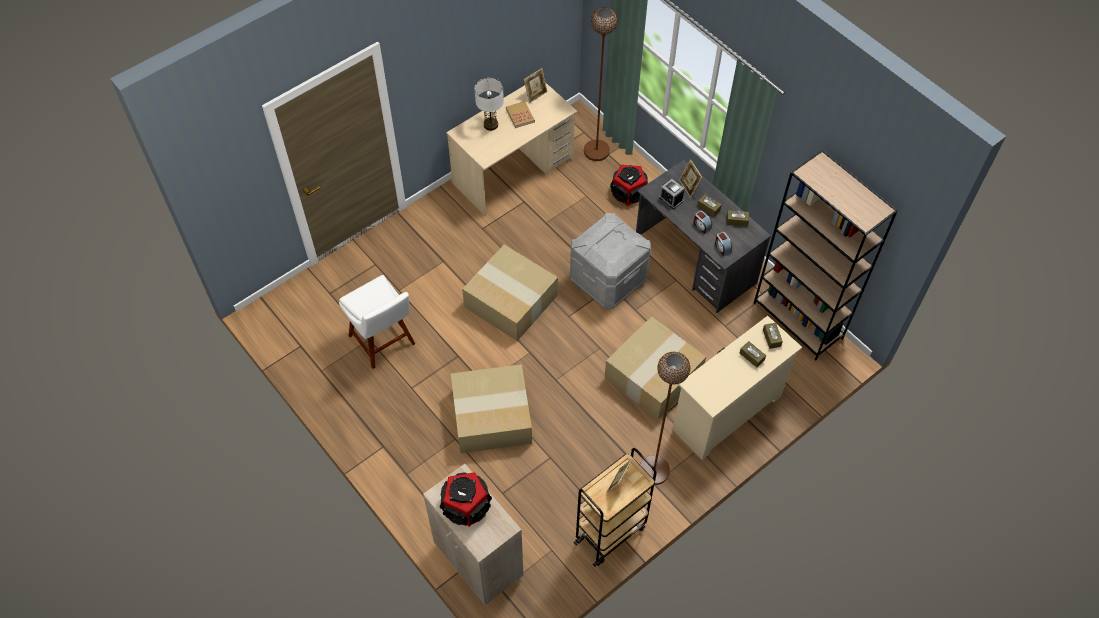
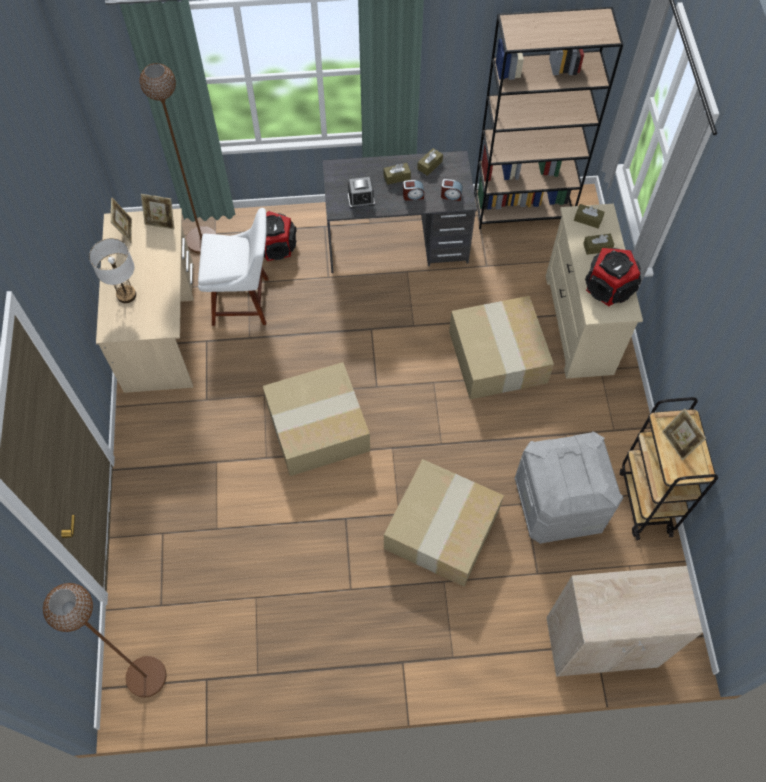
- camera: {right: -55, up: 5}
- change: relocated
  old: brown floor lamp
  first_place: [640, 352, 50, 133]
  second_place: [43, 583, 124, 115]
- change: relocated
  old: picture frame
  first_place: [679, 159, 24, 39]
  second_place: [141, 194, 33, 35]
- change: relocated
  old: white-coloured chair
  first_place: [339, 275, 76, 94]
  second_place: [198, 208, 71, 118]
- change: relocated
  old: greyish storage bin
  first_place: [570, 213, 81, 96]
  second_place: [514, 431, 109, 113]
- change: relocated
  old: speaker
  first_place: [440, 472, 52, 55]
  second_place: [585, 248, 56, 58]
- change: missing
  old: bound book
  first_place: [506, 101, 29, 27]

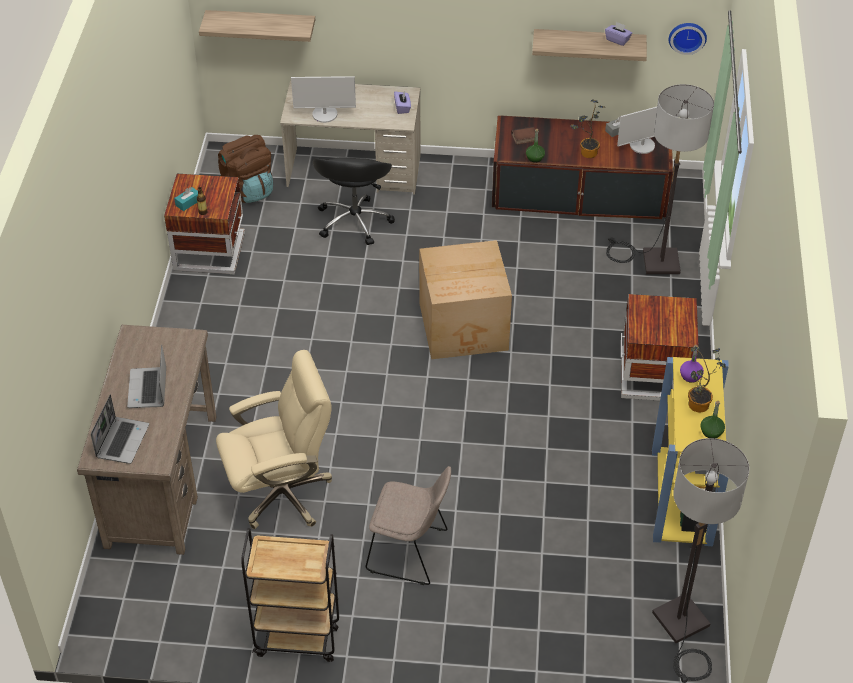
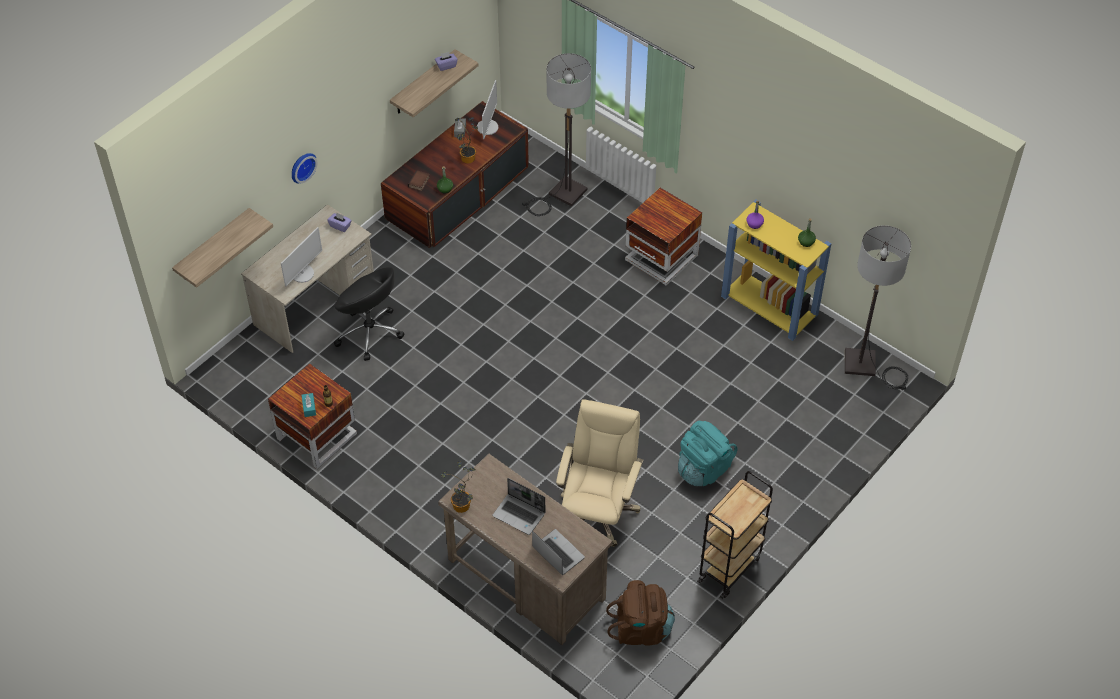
- camera: {right: -55, up: 5}
- change: relocated
  old: hanging clock
  first_place: [669, 23, 38, 32]
  second_place: [292, 153, 26, 30]
- change: relocated
  old: houseplant
  first_place: [688, 346, 38, 67]
  second_place: [441, 461, 35, 52]
- change: relocated
  old: brown backpack
  first_place: [218, 135, 55, 68]
  second_place: [606, 580, 69, 66]
- change: exchanged
  old: beige-coloured chair
  new: turquoise-coloured backpack
  first_place: [365, 466, 86, 119]
  second_place: [678, 421, 59, 65]
- change: missing
  old: carton
  first_place: [419, 240, 93, 119]

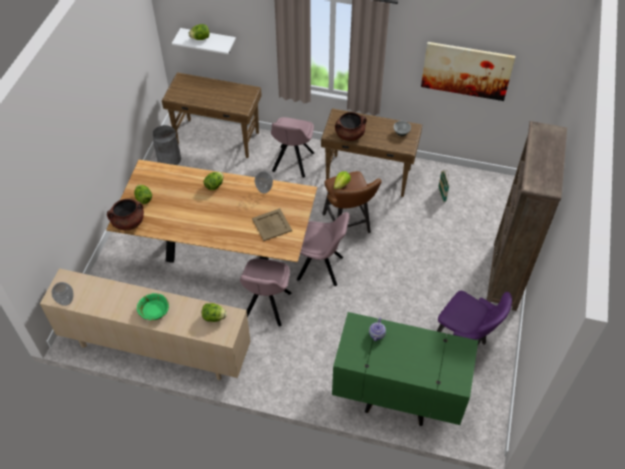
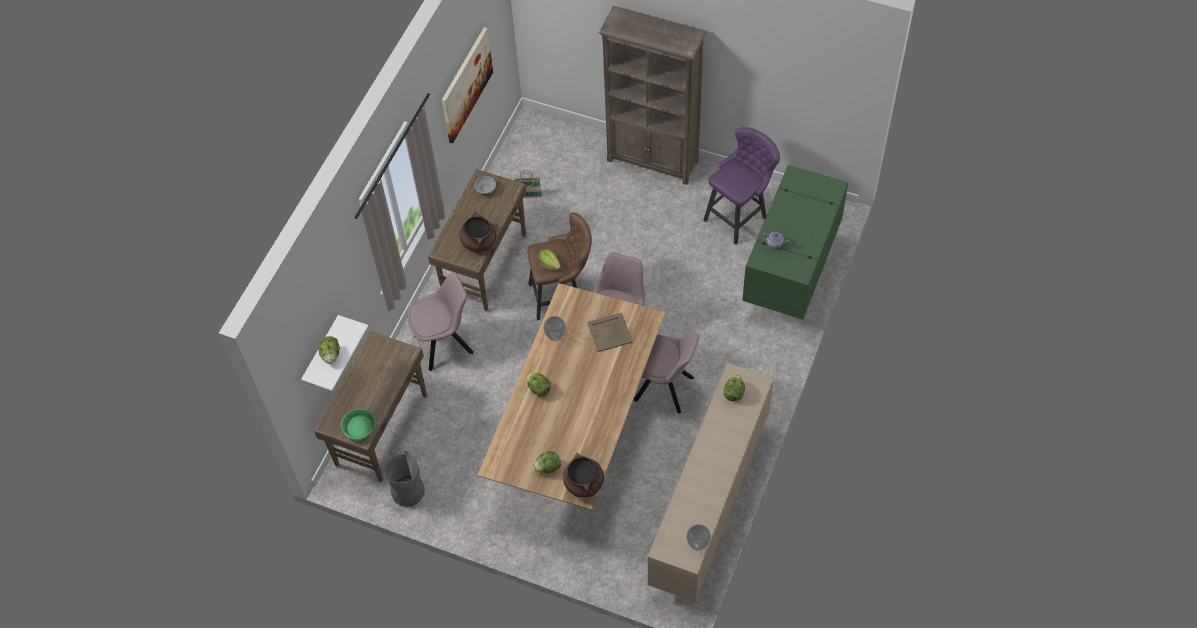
- camera: {right: -80, up: 5}
- change: relocated
  old: green deep dish
  first_place: [137, 293, 32, 27]
  second_place: [341, 408, 35, 32]
- change: spun
  old: pinkish chair
  first_place: [271, 117, 43, 61]
  second_place: [407, 272, 67, 99]
  degrees: -45

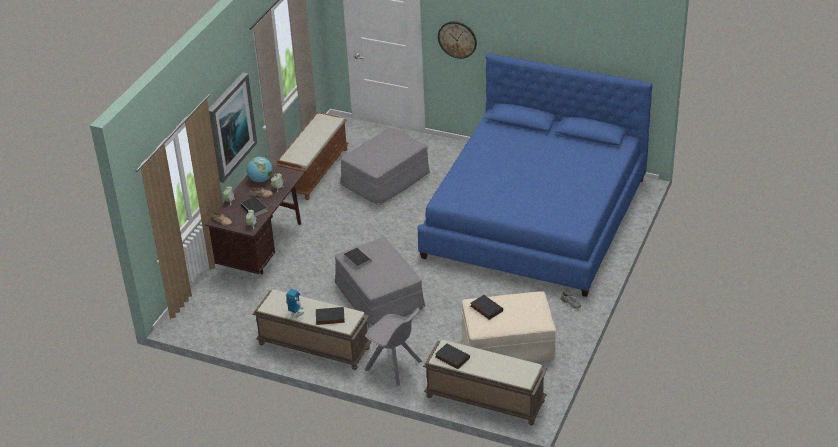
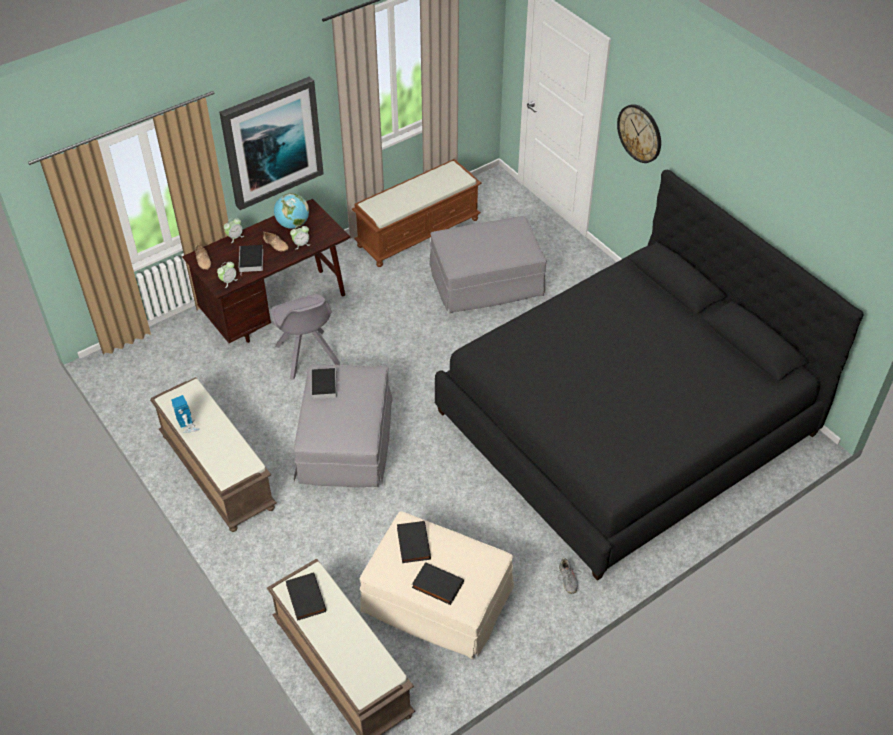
- camera: {right: 30, up: 10}
- change: relocated
  old: greyish chair
  first_place: [365, 308, 57, 78]
  second_place: [271, 294, 69, 86]
- change: relocated
  old: blackish bound book
  first_place: [316, 307, 29, 18]
  second_place: [412, 562, 52, 43]
- change: colour
  old: blue bedroom bed
  new: blackish bedroom bed
  first_place: [417, 53, 235, 244]
  second_place: [435, 170, 429, 411]

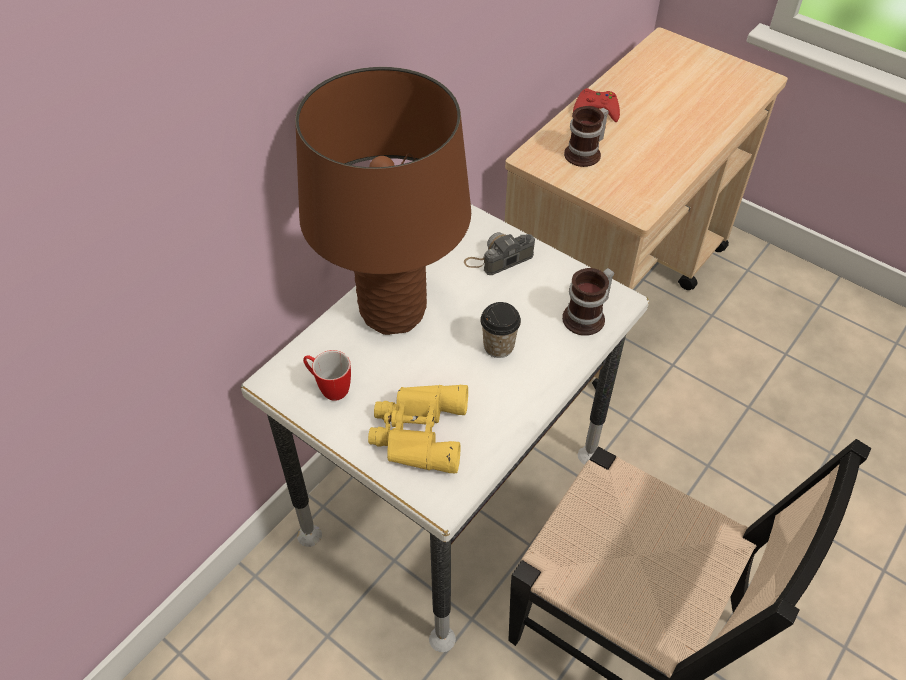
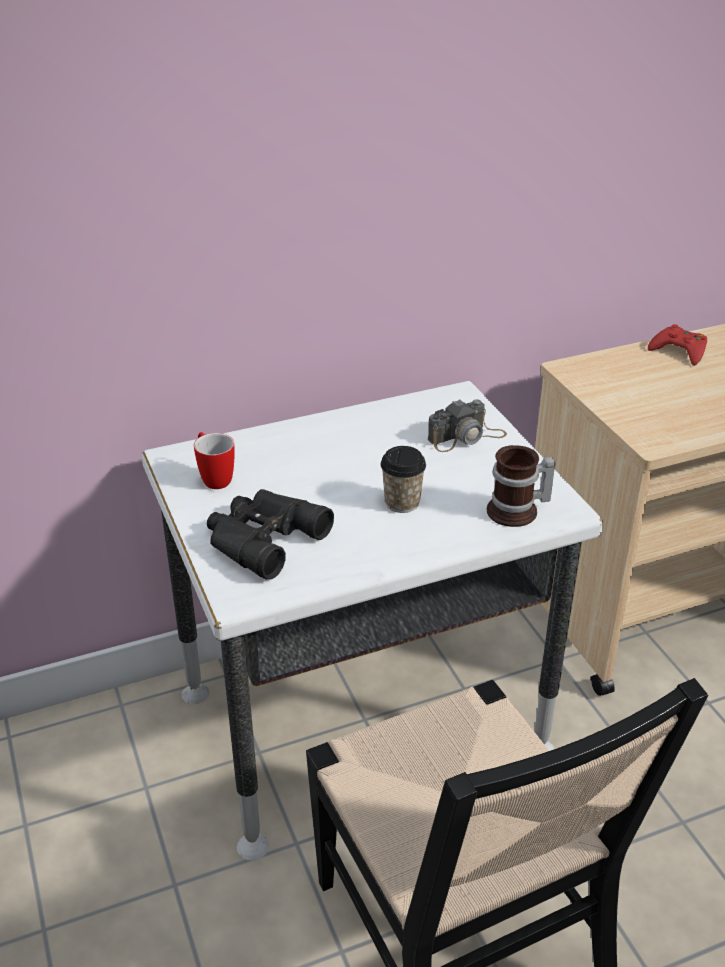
- camera: {right: 30, up: -15}
- change: colour
  old: yellowish field glasses
  new: blackish field glasses
  first_place: [368, 385, 100, 88]
  second_place: [207, 489, 127, 91]
- change: spun
  old: photo camera
  first_place: [464, 232, 71, 43]
  second_place: [428, 399, 79, 53]
  degrees: 150
- change: missing
  old: brown table lamp
  first_place: [295, 67, 176, 268]
- change: missing
  old: tea mug
  first_place: [564, 106, 45, 61]

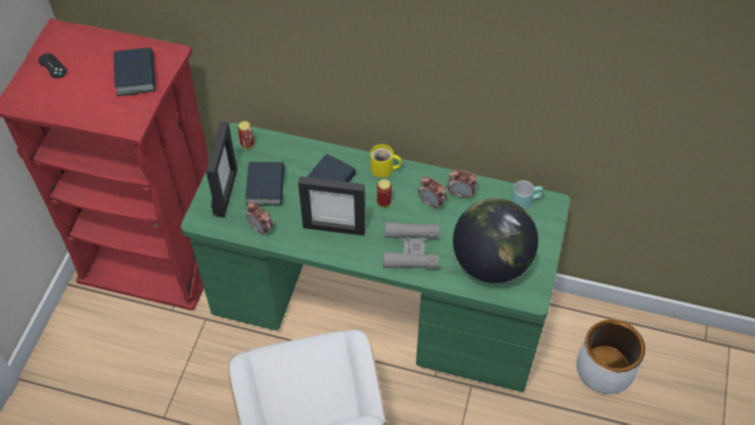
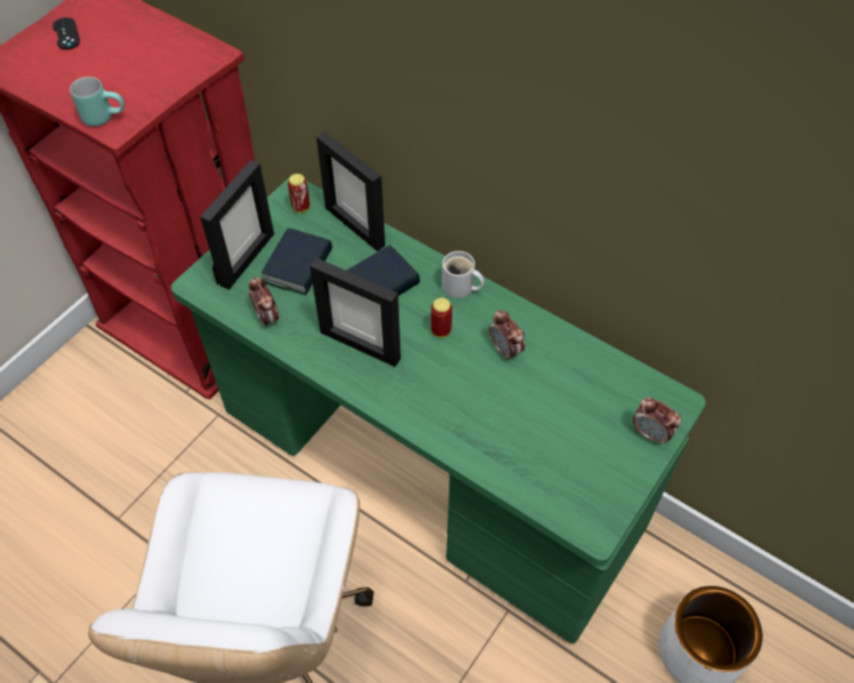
- camera: {right: 20, up: 0}
- change: relocated
  old: turquoise-coloured tea mug
  first_place: [511, 180, 32, 30]
  second_place: [70, 77, 54, 49]
- change: appeared
  new: picture frame
  second_place: [316, 132, 69, 120]
- change: colour
  old: yellowish tea mug
  new: white-coloured tea mug
  first_place: [370, 144, 32, 34]
  second_place: [442, 251, 42, 47]
- change: relocated
  old: alarm clock
  first_place: [447, 170, 30, 29]
  second_place: [633, 397, 48, 48]
- change: missing
  old: bound book
  first_place: [114, 47, 41, 49]
- change: missing
  old: greyish field glasses
  first_place: [383, 222, 56, 47]
- change: missing
  old: globe
  first_place: [453, 198, 85, 85]

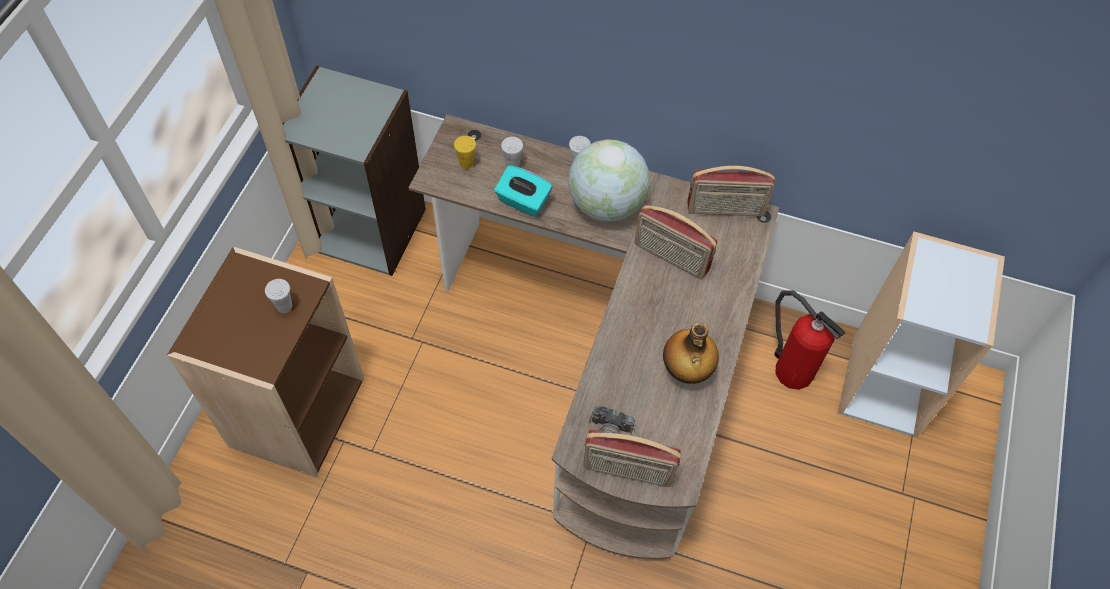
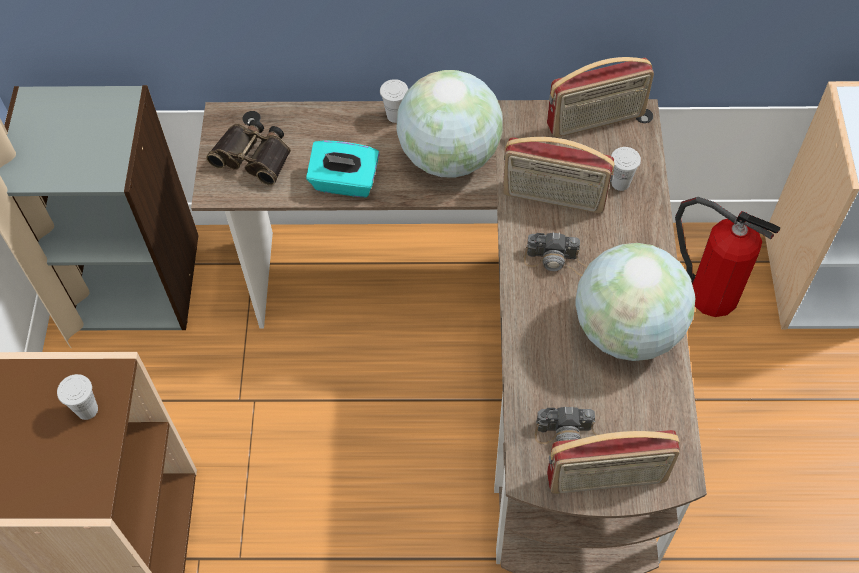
- camera: {right: -15, up: 0}
- change: exchanged
  old: yellowish small cup
  new: field glasses
  first_place: [454, 136, 22, 33]
  second_place: [206, 120, 85, 66]
- change: appeared
  new: photo camera
  second_place: [524, 232, 63, 44]
- change: exchanged
  old: drink bottle
  new: globe
  first_place: [663, 323, 56, 61]
  second_place: [575, 243, 120, 118]
- change: relocated
  old: white-coloured small cup
  first_place: [501, 137, 22, 30]
  second_place: [611, 147, 30, 44]

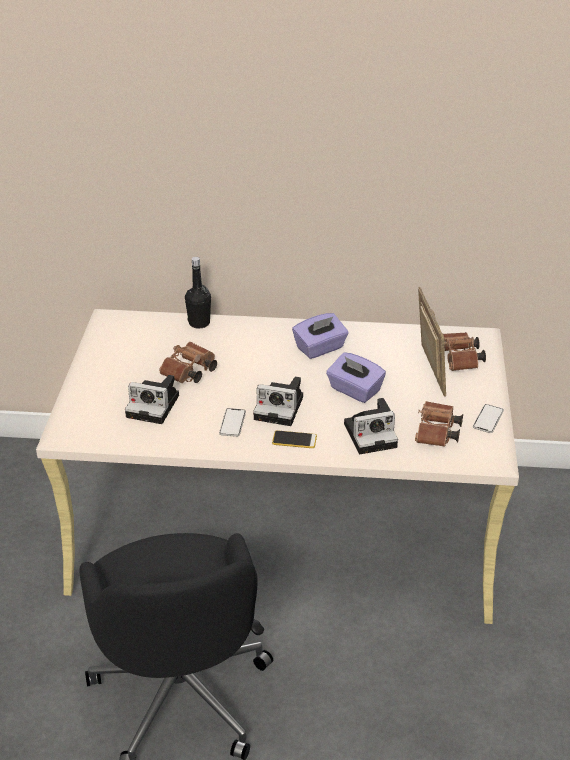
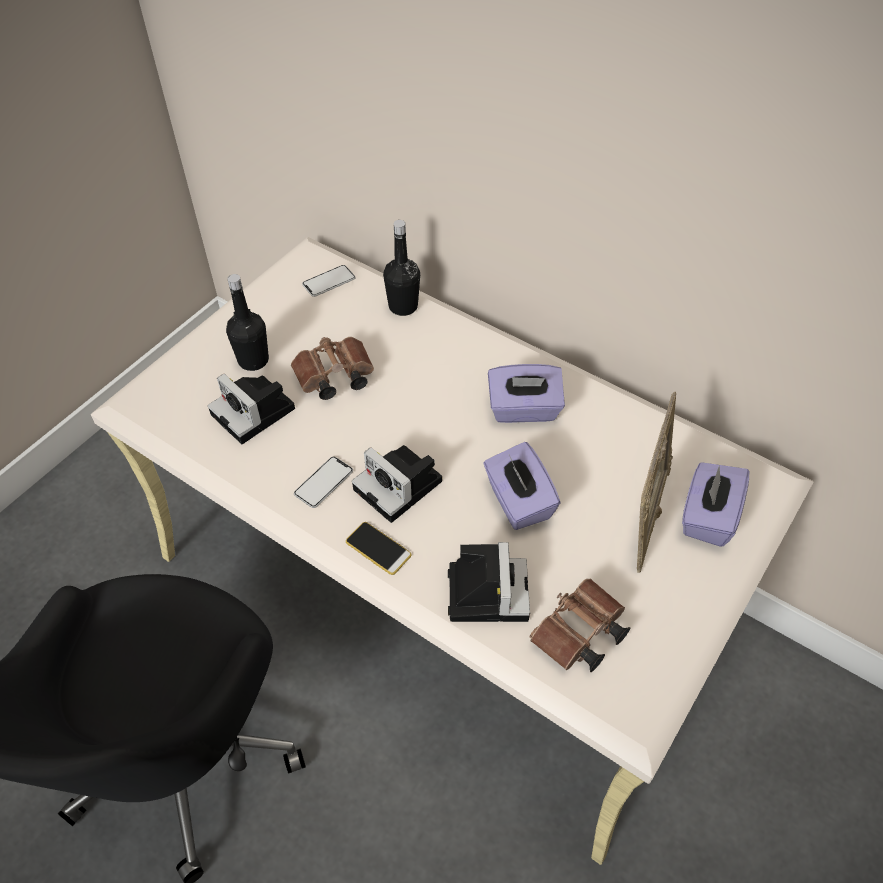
- camera: {right: 30, up: 15}
- change: appeared
  new: blackish drink bottle
  second_place: [226, 274, 43, 97]
- change: relocated
  old: telephone
  first_place: [473, 404, 31, 29]
  second_place: [302, 265, 54, 32]
- change: spun
  old: photo camera
  first_place: [344, 398, 54, 56]
  second_place: [448, 542, 82, 80]
  degrees: -105
- change: exchanged
  old: brown field glasses
  new: purplish tissue box
  first_place: [443, 332, 43, 39]
  second_place: [682, 462, 67, 85]

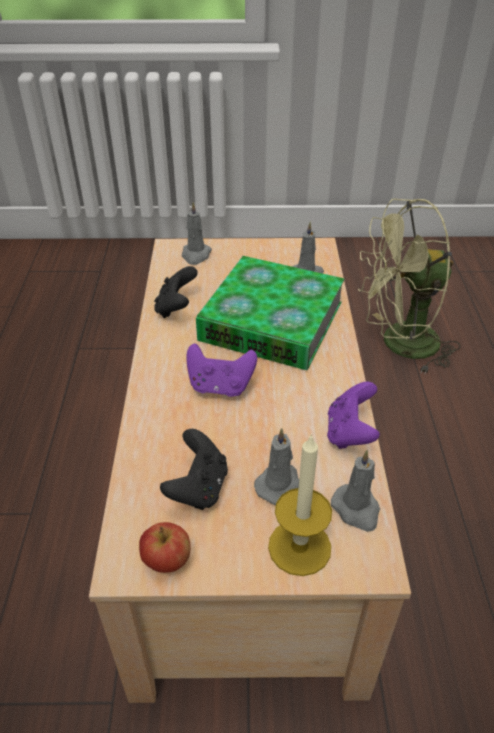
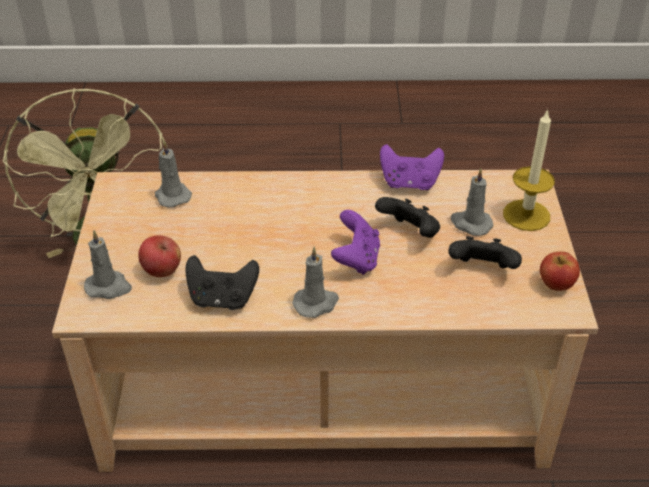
- camera: {right: -90, up: 0}
- change: appeared
  new: apple
  second_place: [138, 235, 43, 42]
- change: relocated
  old: greyish wax candle
  first_place: [331, 450, 49, 82]
  second_place: [292, 247, 47, 71]
- change: appeared
  new: blackish joypad
  second_place: [375, 197, 65, 41]
- change: missing
  old: bound book
  first_place: [196, 256, 148, 114]

